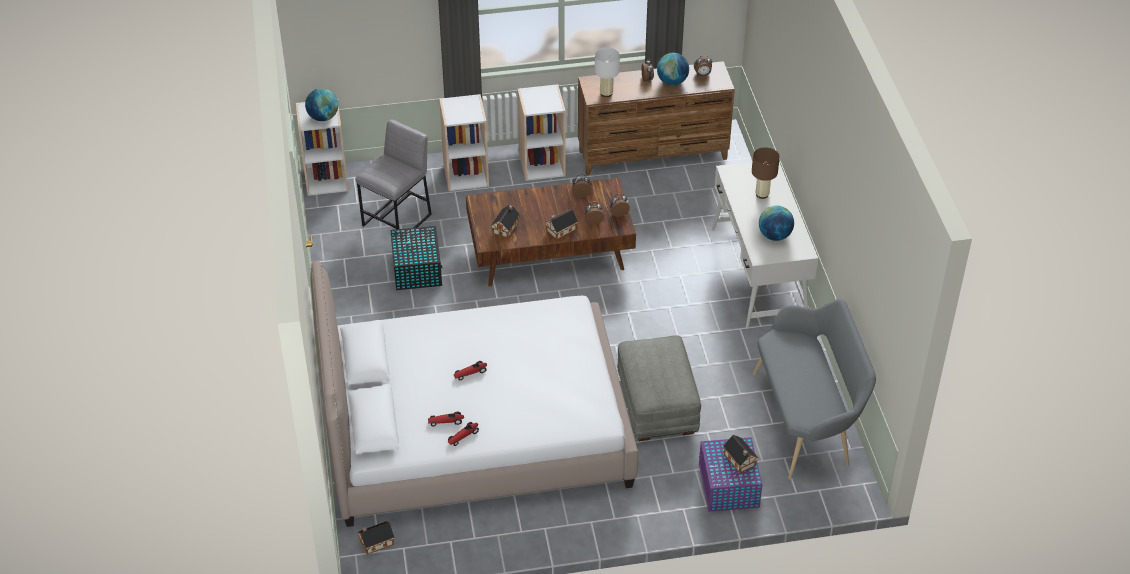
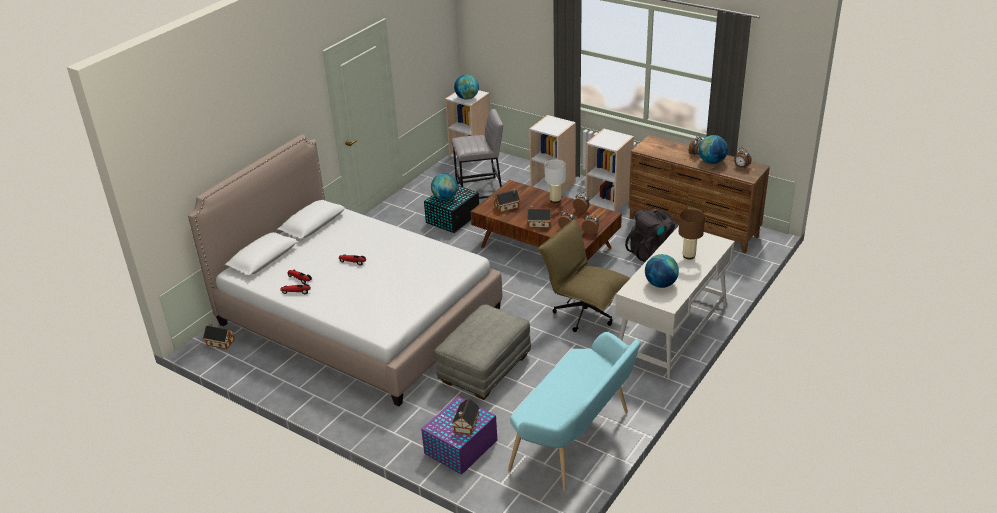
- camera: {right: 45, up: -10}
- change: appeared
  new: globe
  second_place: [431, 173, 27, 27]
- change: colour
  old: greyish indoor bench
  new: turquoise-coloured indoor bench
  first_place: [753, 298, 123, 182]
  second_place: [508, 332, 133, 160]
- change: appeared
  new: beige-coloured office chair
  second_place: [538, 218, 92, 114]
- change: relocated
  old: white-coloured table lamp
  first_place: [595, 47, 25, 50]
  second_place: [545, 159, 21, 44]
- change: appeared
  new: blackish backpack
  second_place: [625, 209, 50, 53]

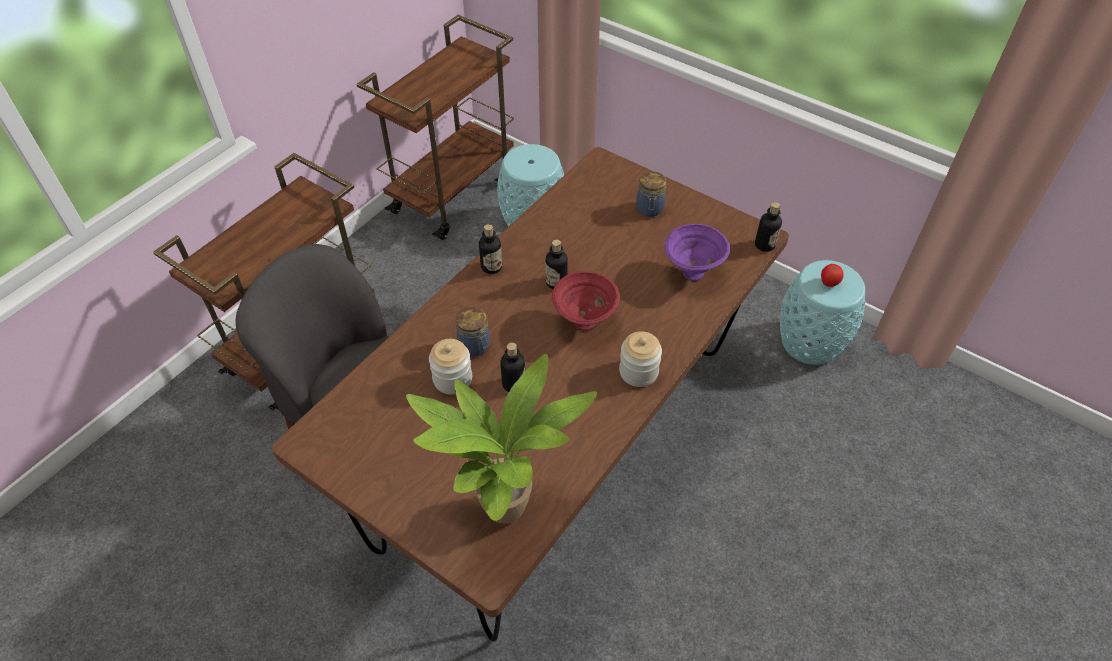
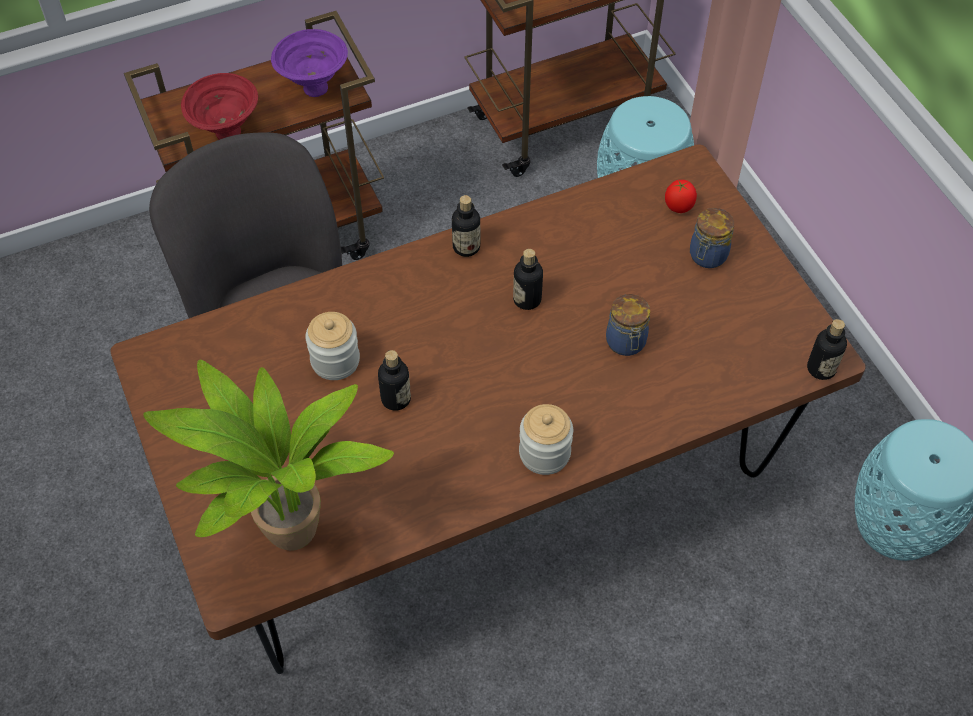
- camera: {right: 30, up: 5}
- change: relocated
  old: red-coloured deep dish
  first_place: [552, 271, 68, 60]
  second_place: [181, 73, 77, 67]
- change: relocated
  old: purplish deep dish
  first_place: [665, 224, 65, 57]
  second_place: [271, 29, 77, 68]
- change: relocated
  old: jar
  first_place: [456, 307, 34, 50]
  second_place: [606, 294, 44, 62]
- change: relocated
  old: whole tomato
  first_place: [821, 264, 23, 23]
  second_place: [665, 180, 32, 33]

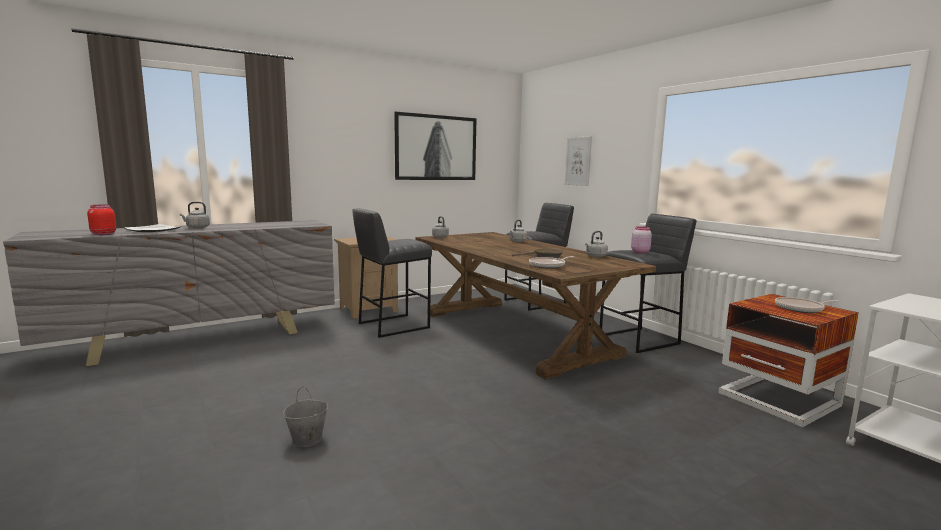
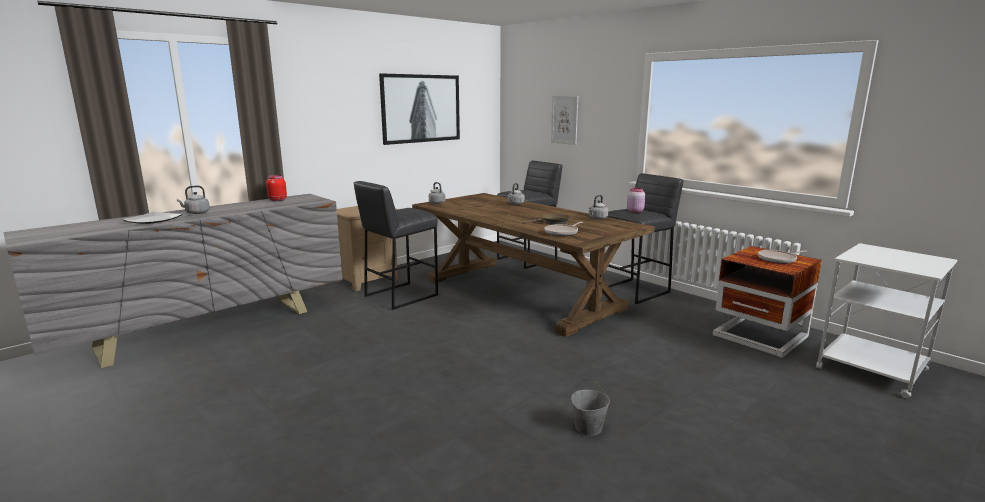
- camera: {right: -10, up: 5}
- change: relocated
  old: red-coloured jar
  first_place: [87, 205, 29, 30]
  second_place: [266, 175, 21, 26]
- change: relocated
  old: greyish water bucket
  first_place: [283, 386, 45, 61]
  second_place: [571, 379, 39, 57]

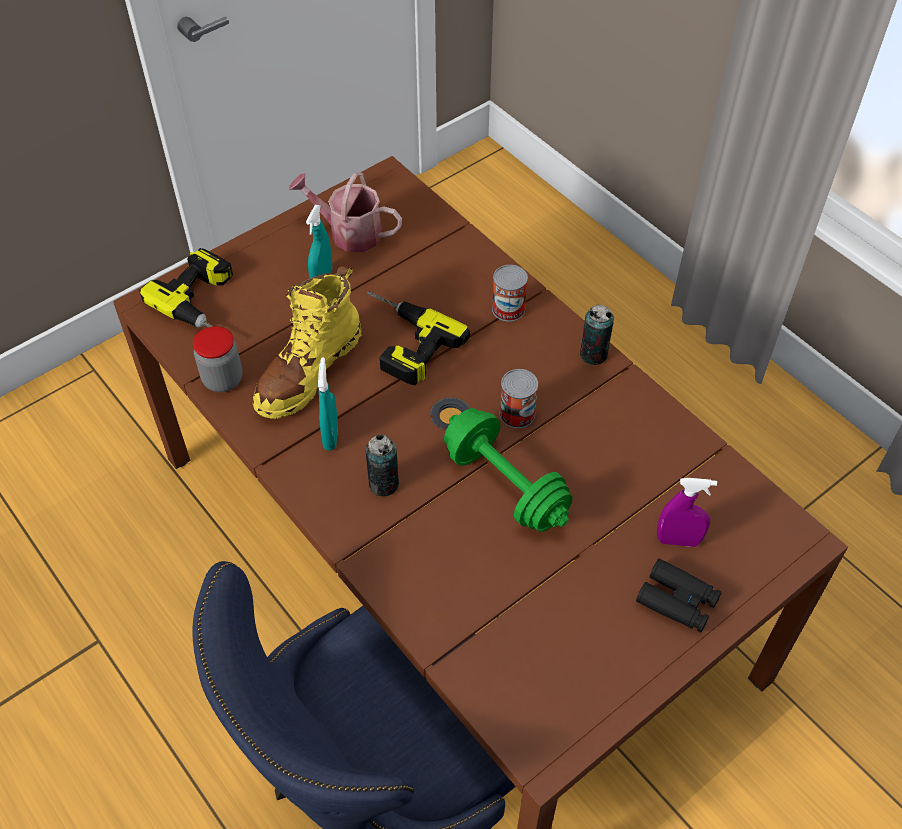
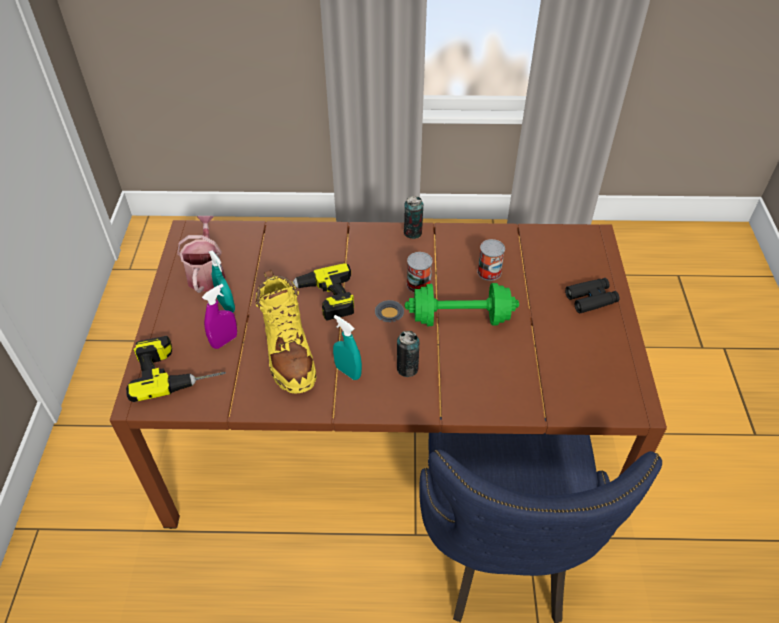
- camera: {right: -50, up: -5}
- change: spun
  old: sprinkling can
  first_place: [288, 172, 114, 80]
  second_place: [177, 216, 48, 77]
  degrees: 120
- change: relocated
  old: purplish spray bottle
  first_place: [657, 478, 60, 69]
  second_place: [202, 284, 35, 65]
- change: relocated
  old: can
  first_place: [492, 265, 36, 57]
  second_place: [477, 239, 28, 42]
- change: missing
  old: jar
  first_place: [193, 326, 49, 66]

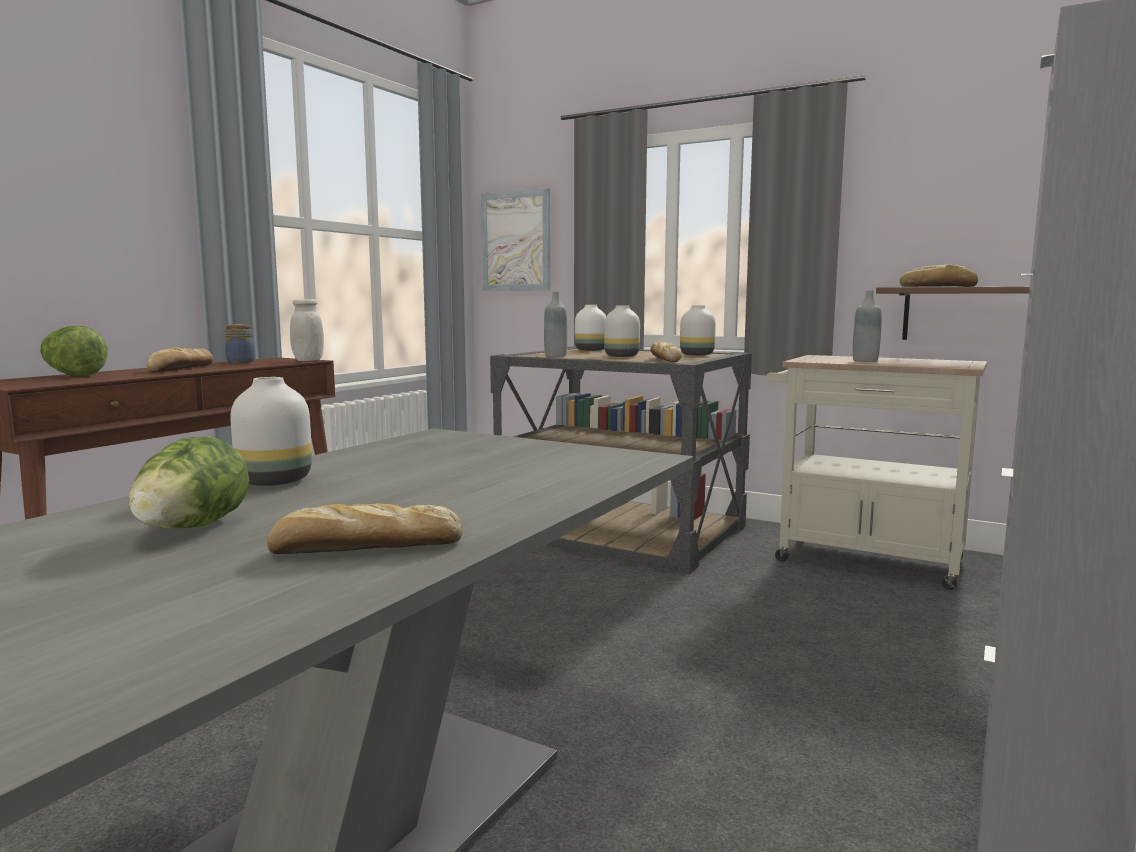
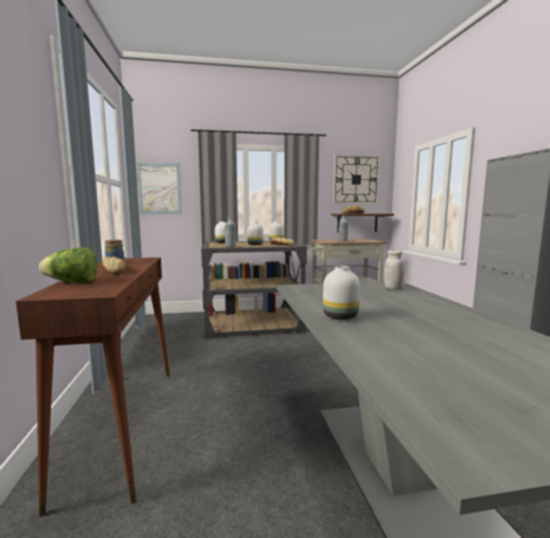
- camera: {right: -40, up: 0}
- change: appeared
  new: hanging clock
  second_place: [333, 154, 47, 50]
- change: relocated
  old: white-coloured jar
  first_place: [290, 299, 34, 62]
  second_place: [384, 250, 20, 40]
- change: missing
  old: lettuce
  first_place: [129, 436, 120, 93]
- change: missing
  old: baked bread
  first_place: [267, 503, 195, 51]

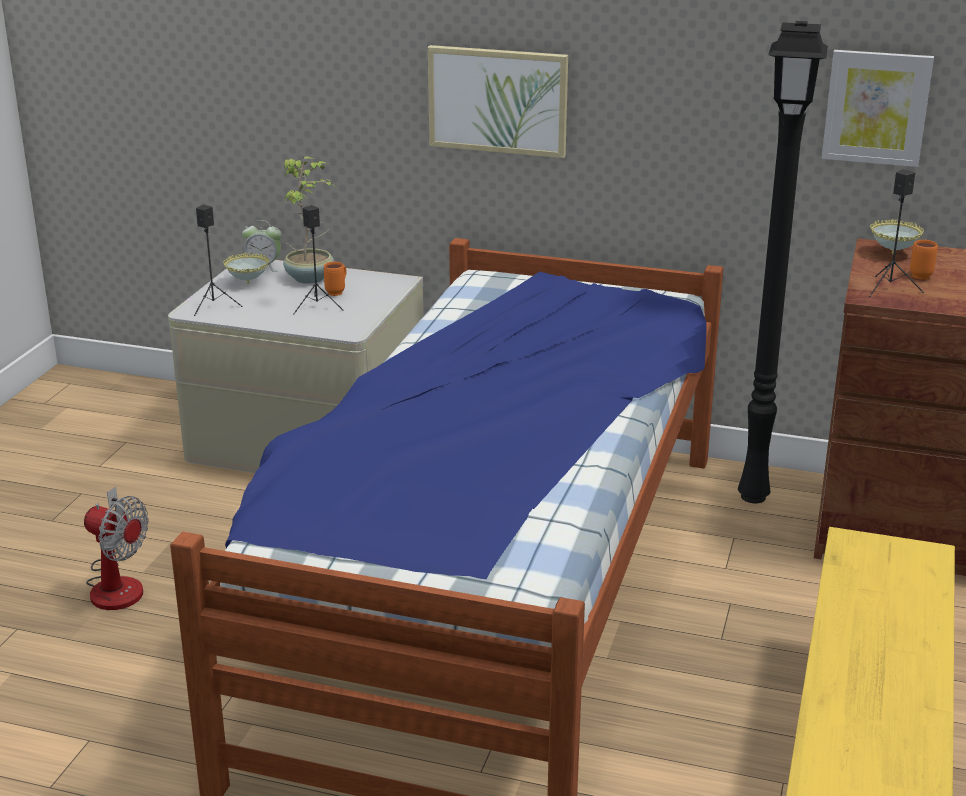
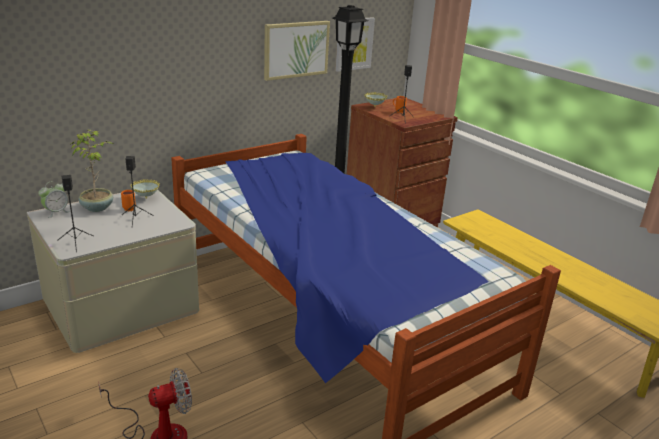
- camera: {right: -55, up: 0}
- change: relocated
  old: deep dish
  first_place: [223, 253, 46, 31]
  second_place: [131, 179, 29, 20]
- change: relocated
  old: picture
  first_place: [428, 45, 140, 113]
  second_place: [264, 21, 66, 60]

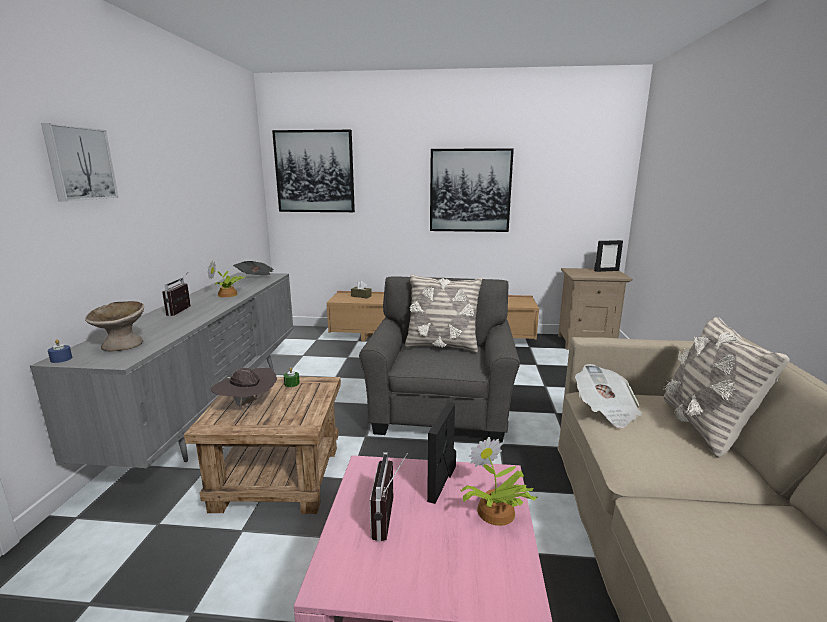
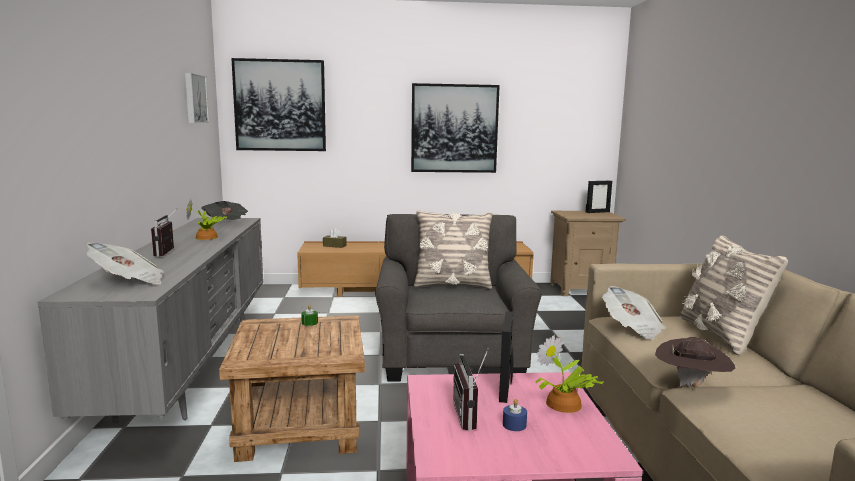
- camera: {right: -10, up: -5}
- change: exchanged
  old: beige-coloured deep dish
  new: daily paper
  first_place: [85, 301, 59, 50]
  second_place: [86, 242, 77, 43]
- change: relocated
  old: picture
  first_place: [41, 123, 78, 78]
  second_place: [185, 73, 24, 50]
- change: relocated
  old: blue wax candle
  first_place: [48, 339, 24, 24]
  second_place: [503, 399, 24, 32]
- change: relocated
  old: brown clothing hat
  first_place: [211, 367, 66, 40]
  second_place: [655, 337, 80, 50]

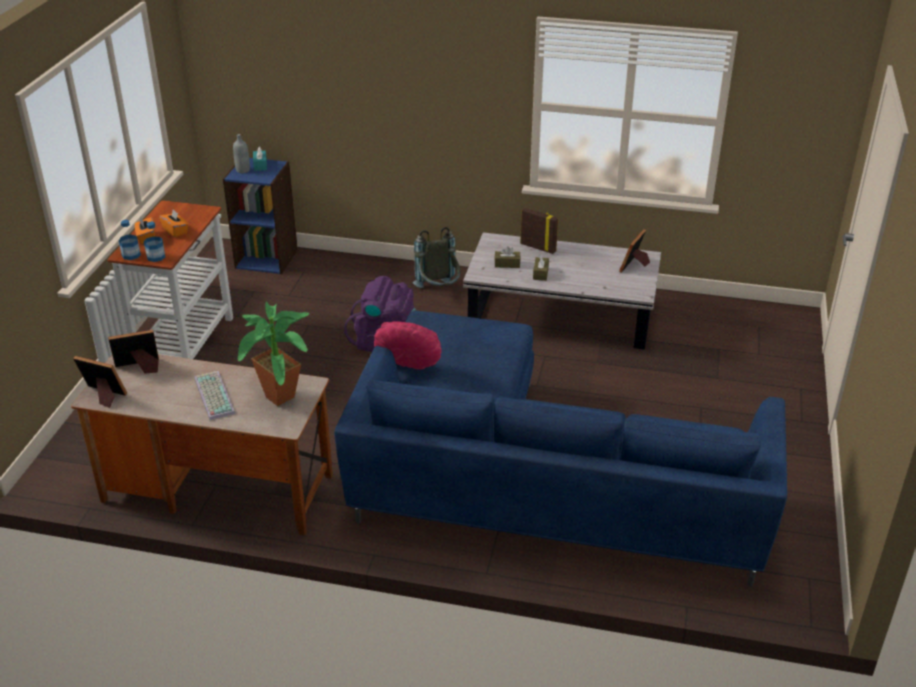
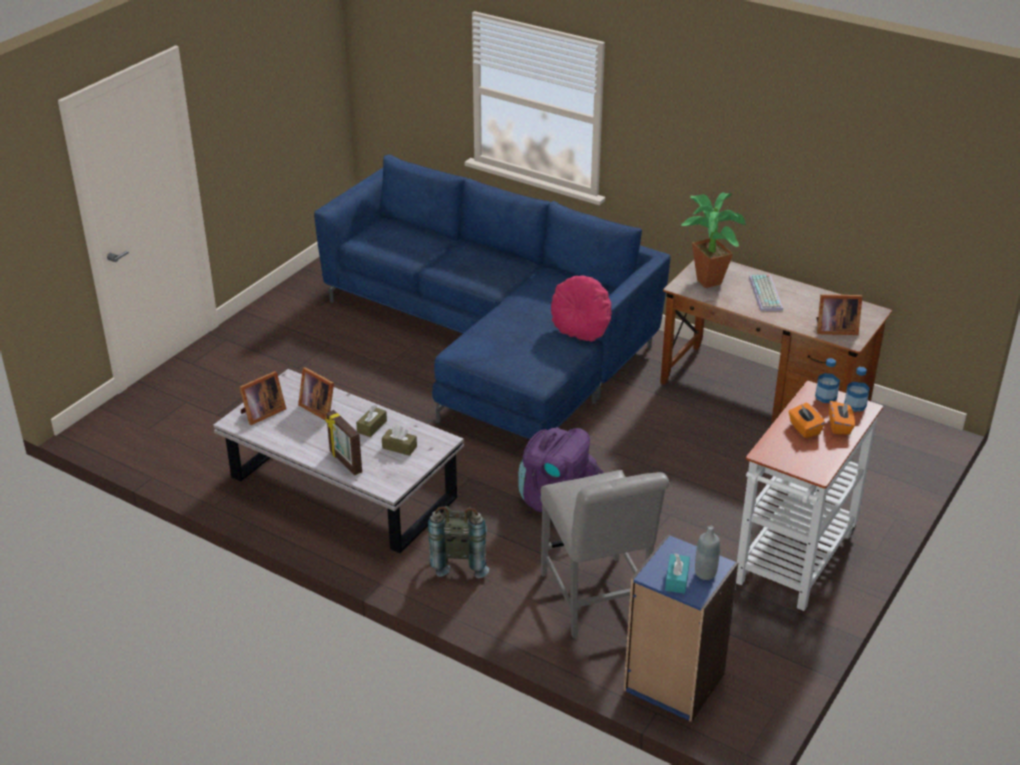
- camera: {right: -160, up: 0}
- change: relocated
  old: picture frame
  first_place: [73, 356, 54, 52]
  second_place: [298, 367, 36, 53]
- change: appeared
  new: greyish chair
  second_place: [541, 470, 128, 168]

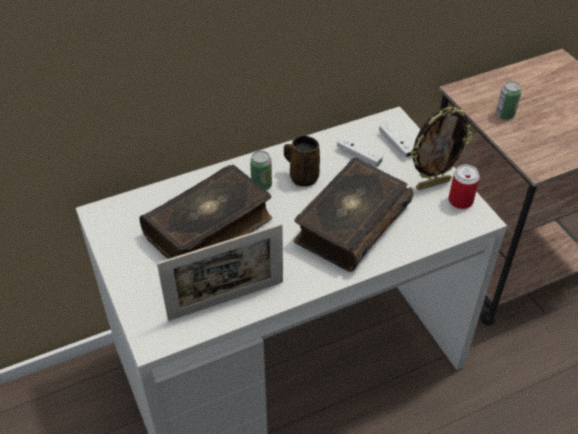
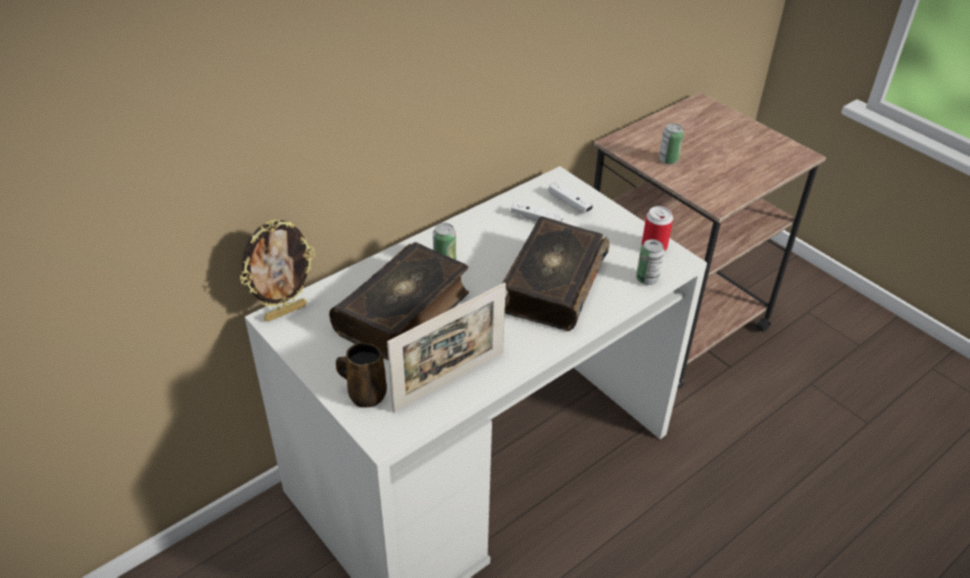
- camera: {right: -15, up: -5}
- change: relocated
  old: picture frame
  first_place: [410, 106, 63, 84]
  second_place: [240, 220, 75, 102]
- change: relocated
  old: brown tea mug
  first_place: [284, 135, 36, 52]
  second_place: [336, 343, 51, 65]
- change: appeared
  new: can
  second_place: [636, 239, 28, 46]

